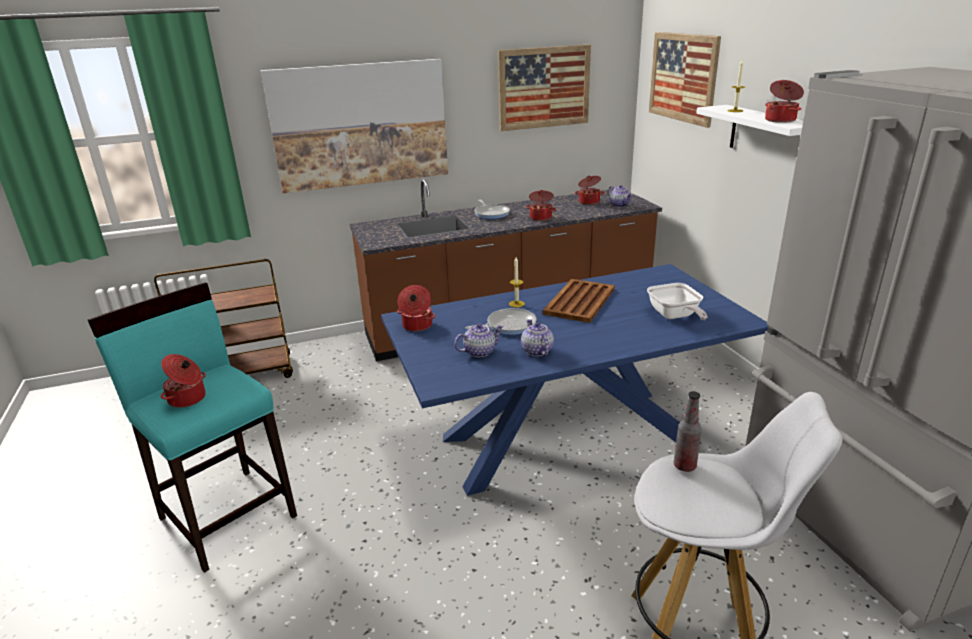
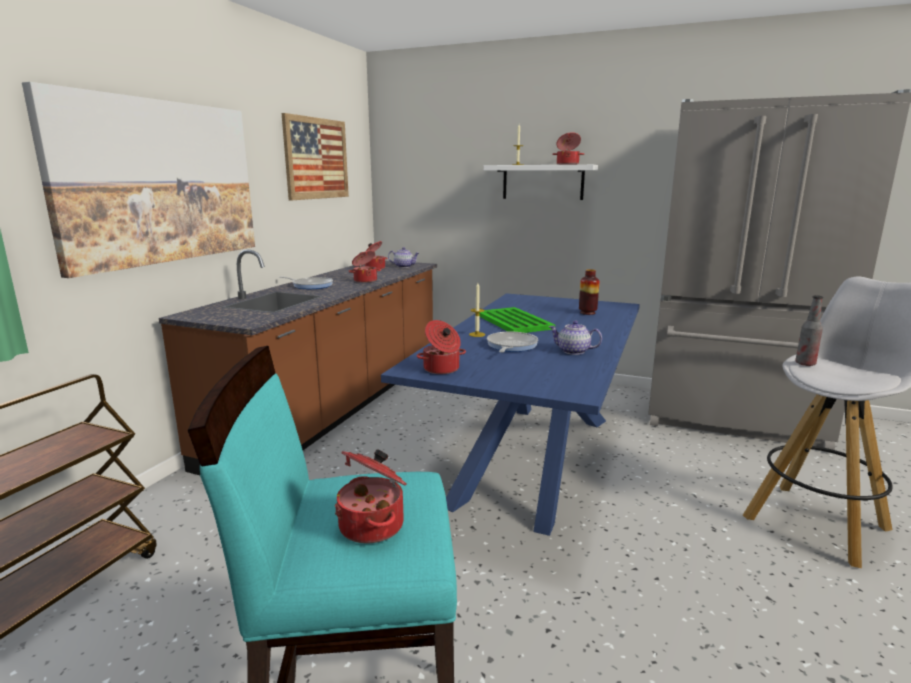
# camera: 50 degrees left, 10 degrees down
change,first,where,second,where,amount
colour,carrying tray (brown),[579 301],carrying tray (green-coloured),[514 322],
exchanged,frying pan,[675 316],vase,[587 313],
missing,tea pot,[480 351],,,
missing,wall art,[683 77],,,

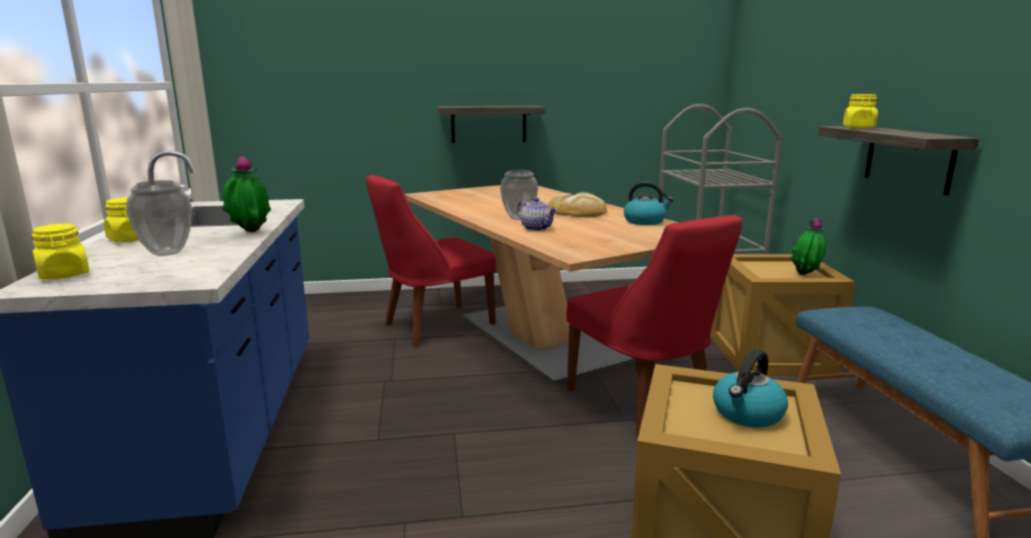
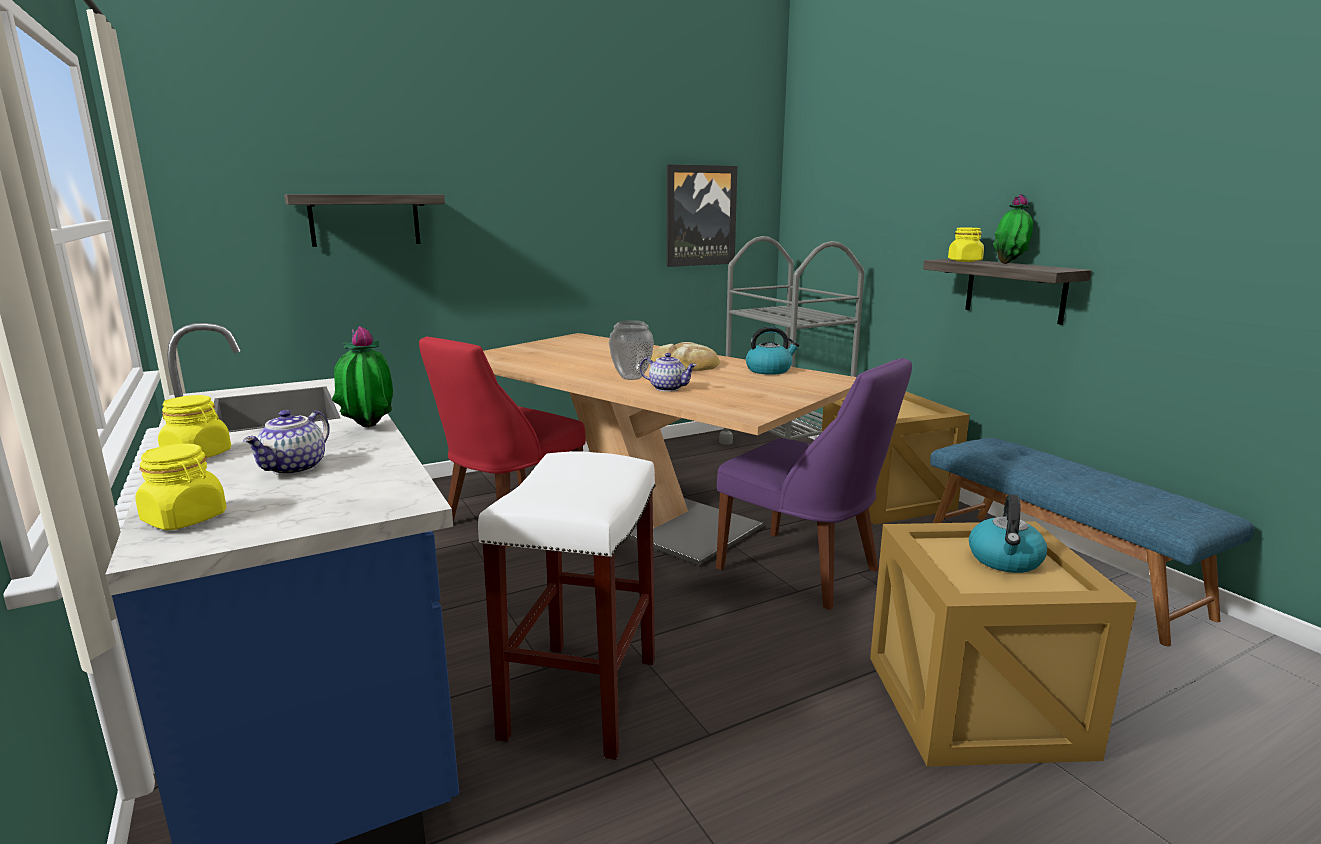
# camera: 20 degrees left, 0 degrees up
change,first,where,second,where,amount
exchanged,vase,[168 253],tea pot,[295 468],
relocated,bracket shelf,[488 124],,[365 220],
appeared,,,sitting stool (white),[581 695],
appeared,,,wall art,[700 216],
colour,upright chair (red-coloured),[643 404],upright chair (purplish),[804 571],
relocated,potted plant,[806 275],,[1009 263],

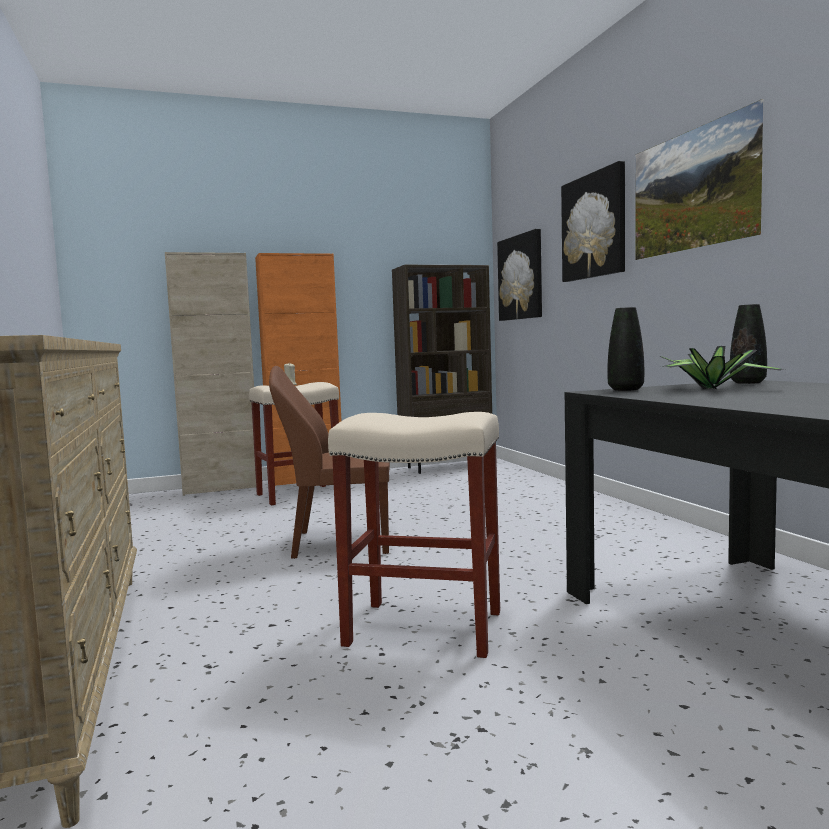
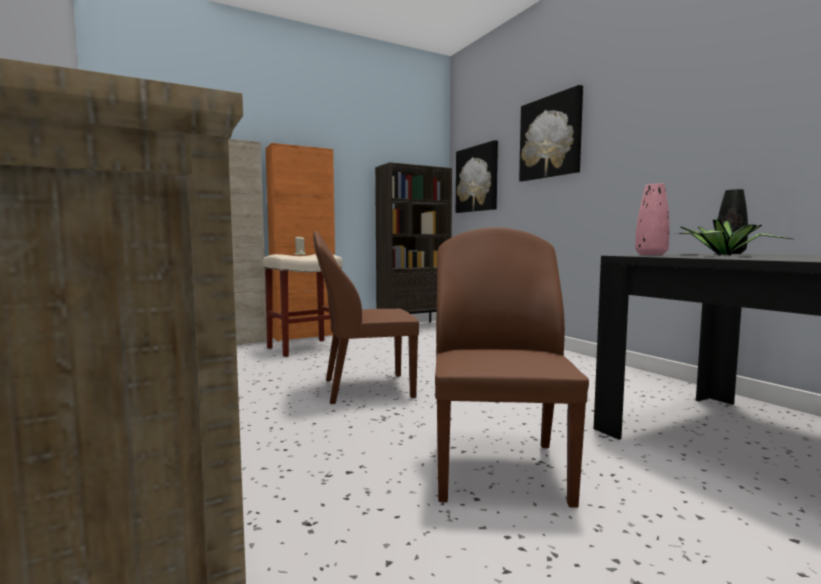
# camera: 10 degrees left, 0 degrees up
change,first,where,second,where,amount
exchanged,sitting stool (beige-coloured),[427 628],upright chair (brown),[499 468],
colour,vase (black-coloured),[625 389],vase (pinkish),[651 255],
missing,wall art,[690 219],,,

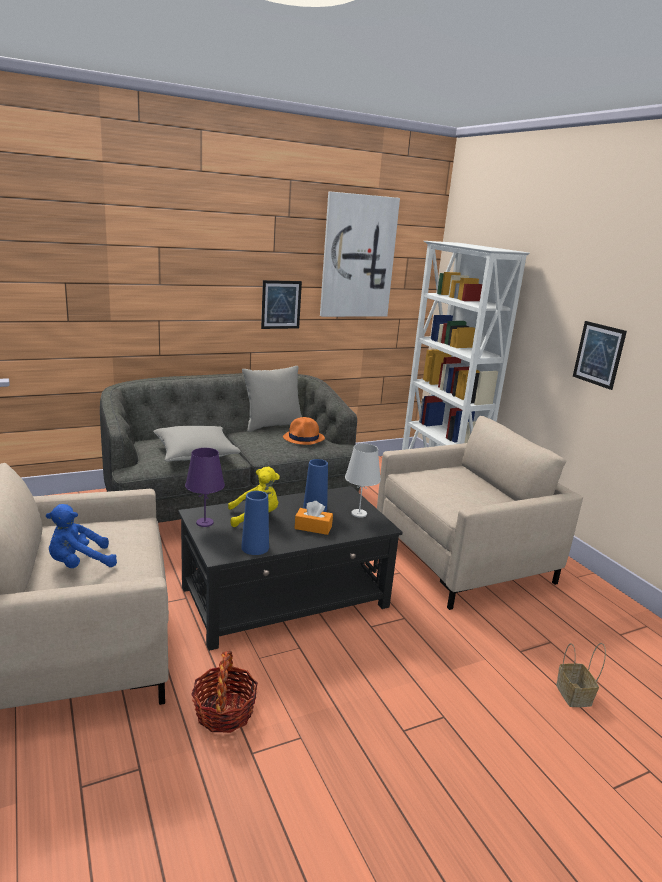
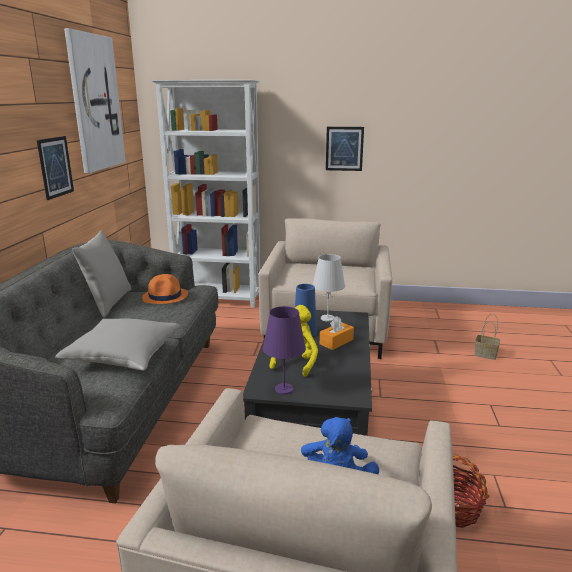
# camera: 55 degrees left, 0 degrees up
change,first,where,second,where,amount
missing,vase (blue),[255 547],,,

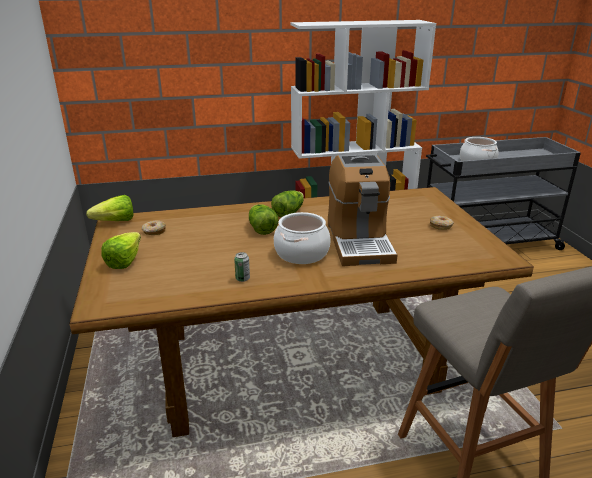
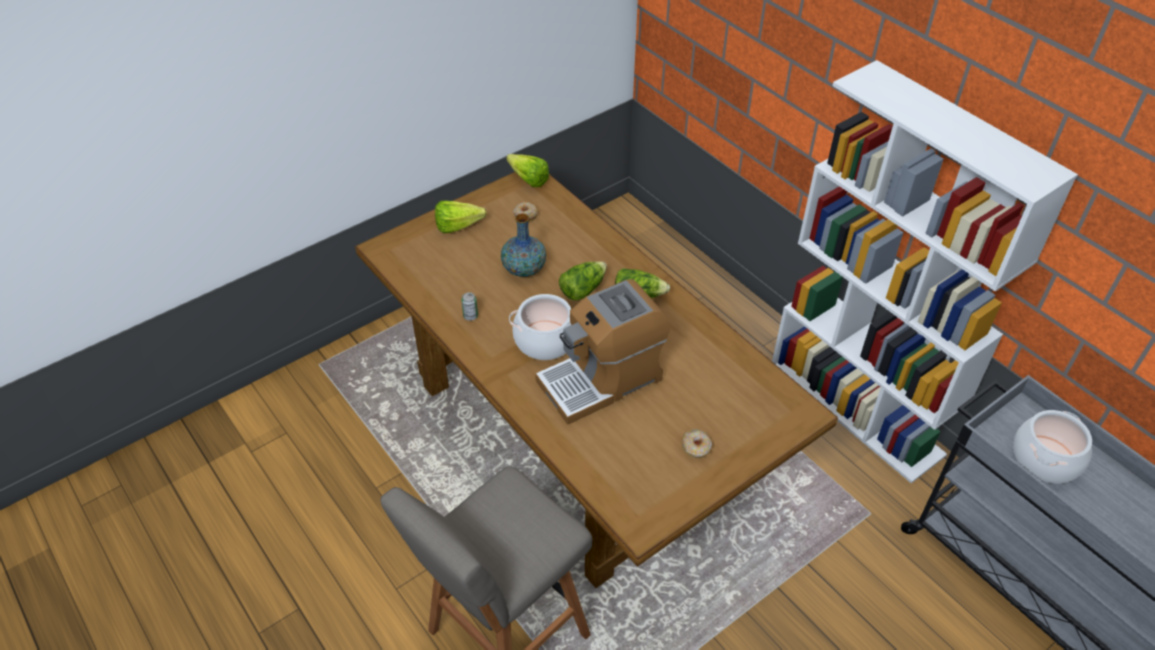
# camera: 65 degrees right, 20 degrees up
change,first,where,second,where,amount
appeared,,,vase,[524 269],

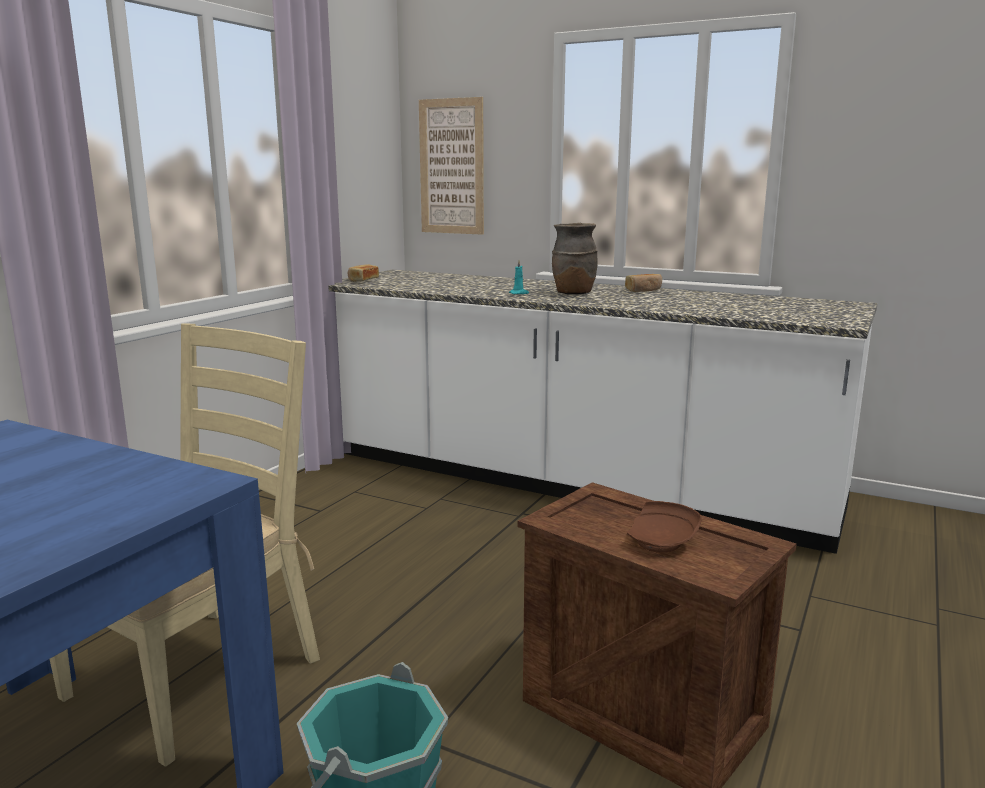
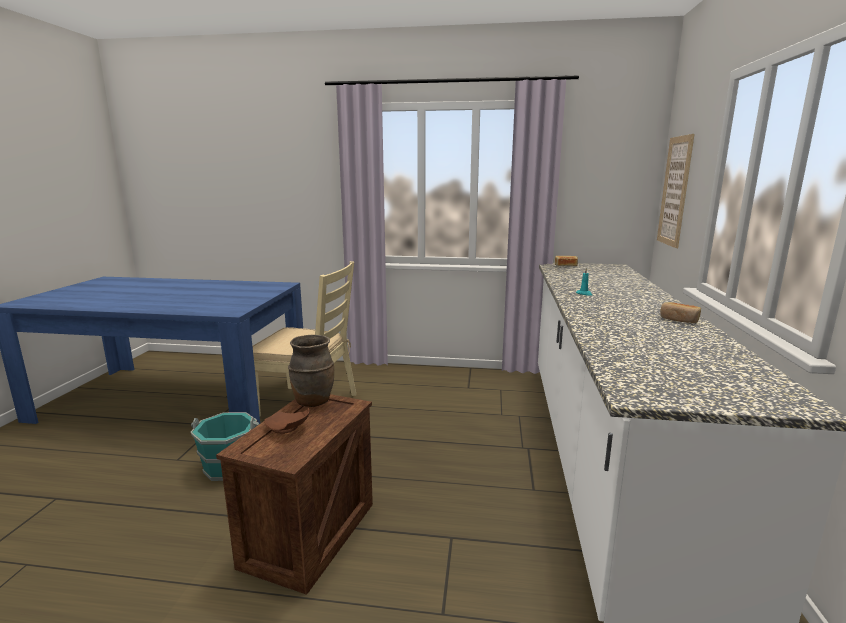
# camera: 70 degrees right, 0 degrees up
change,first,where,second,where,amount
relocated,vase (brown),[573 293],,[313 401],

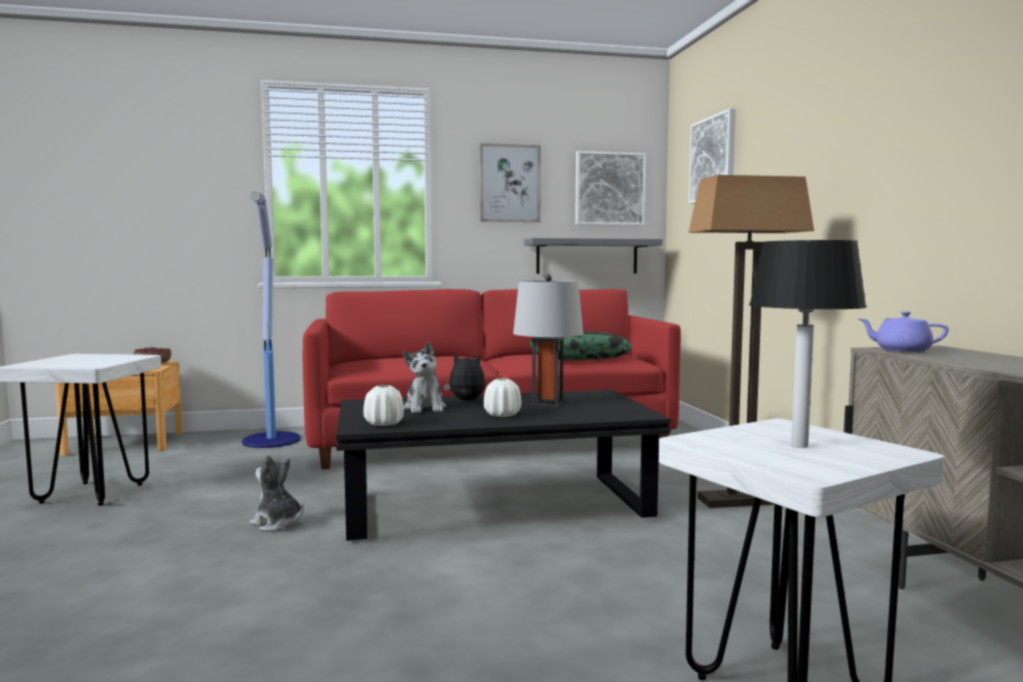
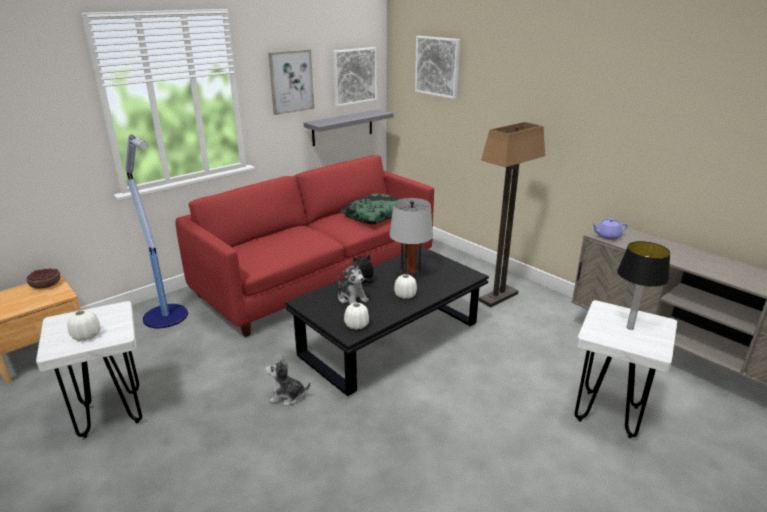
# camera: 30 degrees left, 20 degrees up
change,first,where,second,where,amount
appeared,,,vase (white),[86 336],

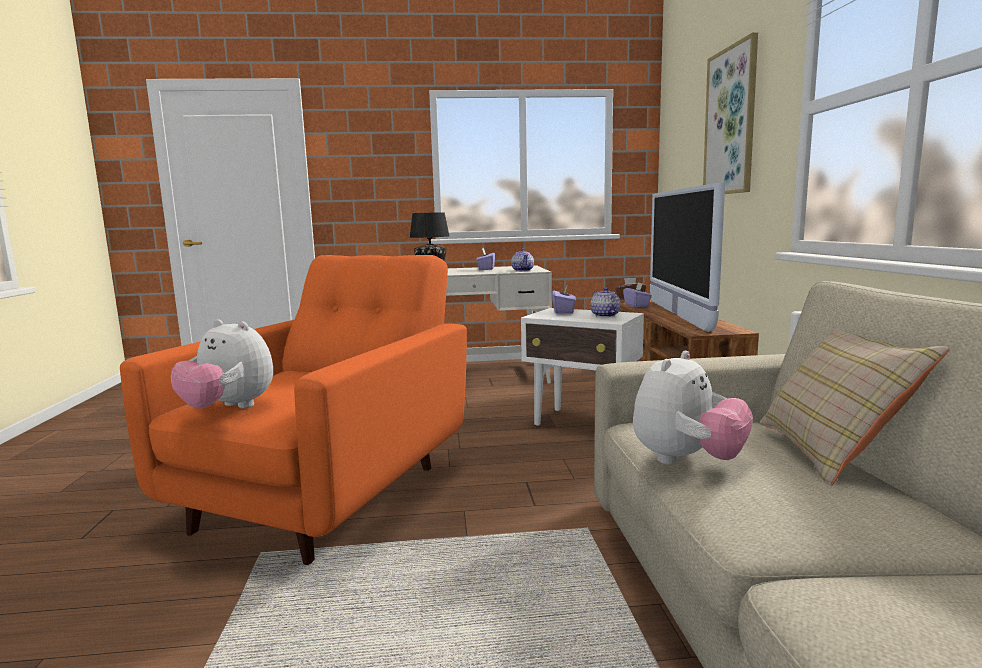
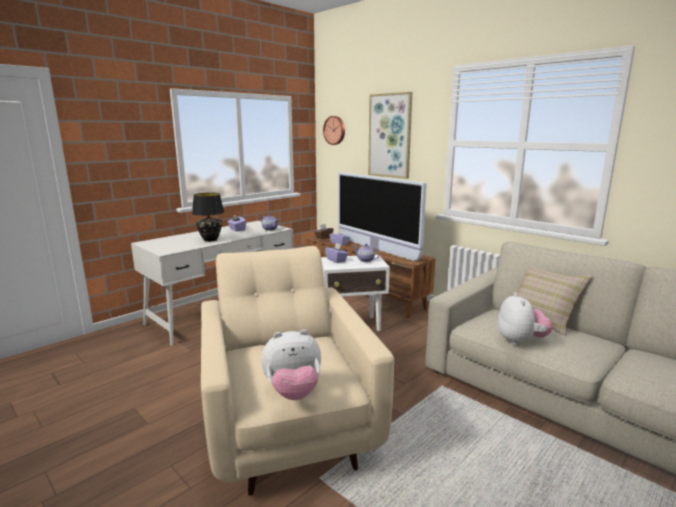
# camera: 40 degrees left, 5 degrees up
change,first,where,second,where,amount
colour,lounge chair (orange-coloured),[331 490],lounge chair (beige-coloured),[287 422],
appeared,,,clock on the wall,[335 130],

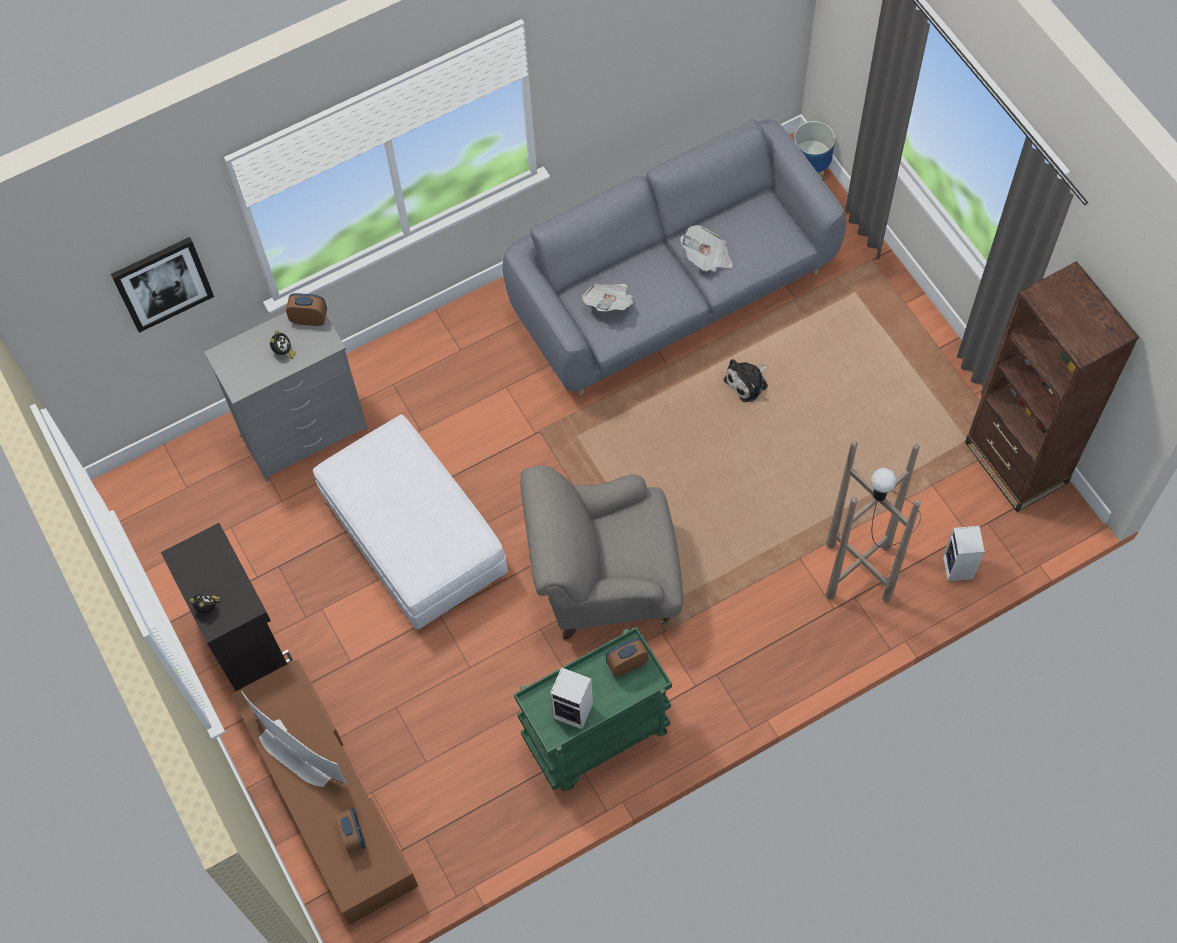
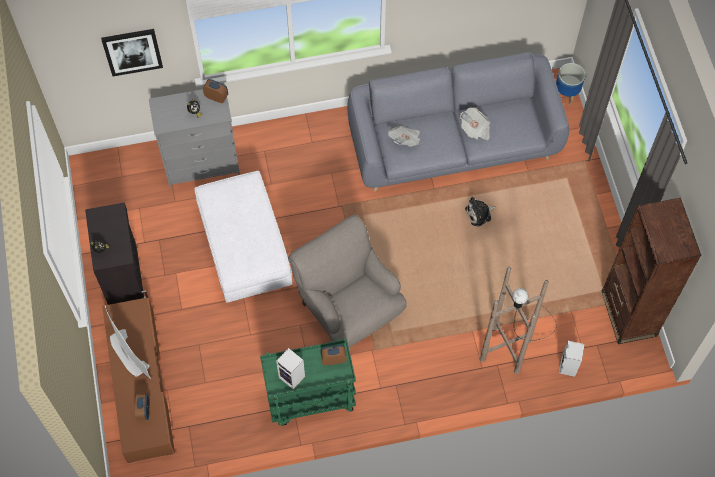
# camera: 15 degrees right, 0 degrees up
change,first,where,second,where,amount
spun,lounge chair (gray),[604 581],,[348 308],45 degrees clockwise

